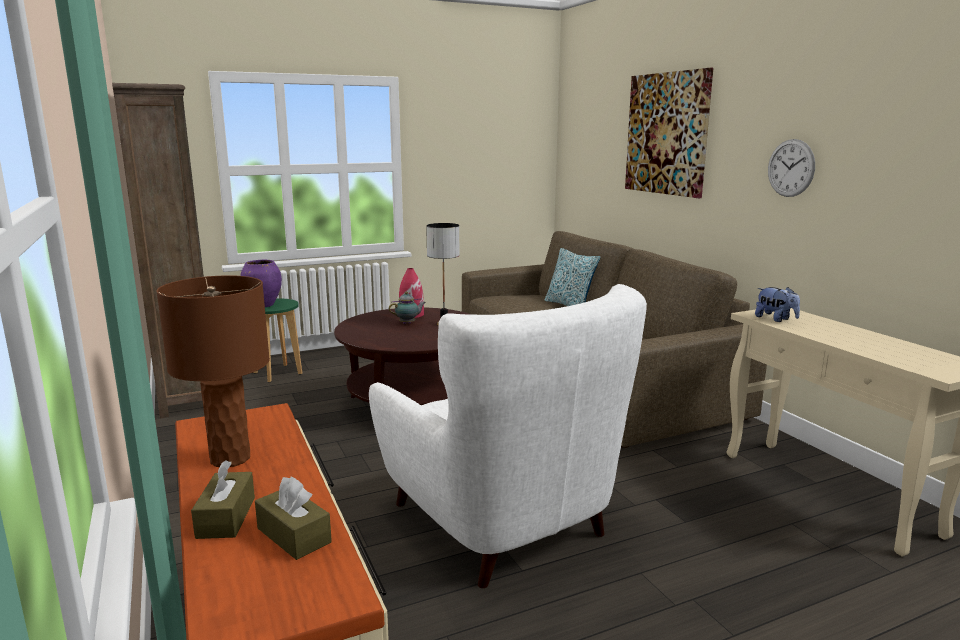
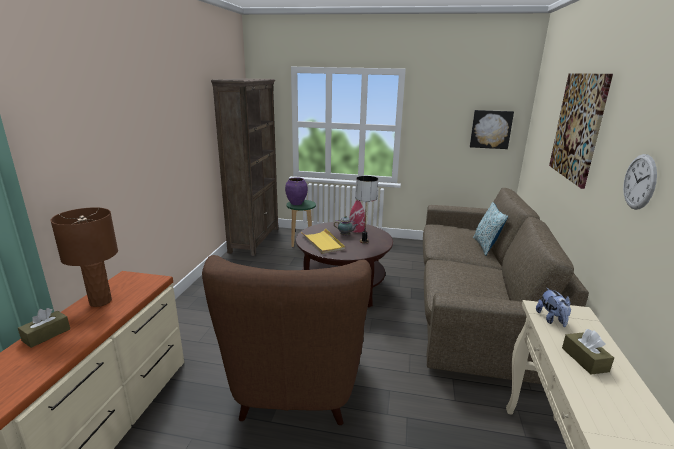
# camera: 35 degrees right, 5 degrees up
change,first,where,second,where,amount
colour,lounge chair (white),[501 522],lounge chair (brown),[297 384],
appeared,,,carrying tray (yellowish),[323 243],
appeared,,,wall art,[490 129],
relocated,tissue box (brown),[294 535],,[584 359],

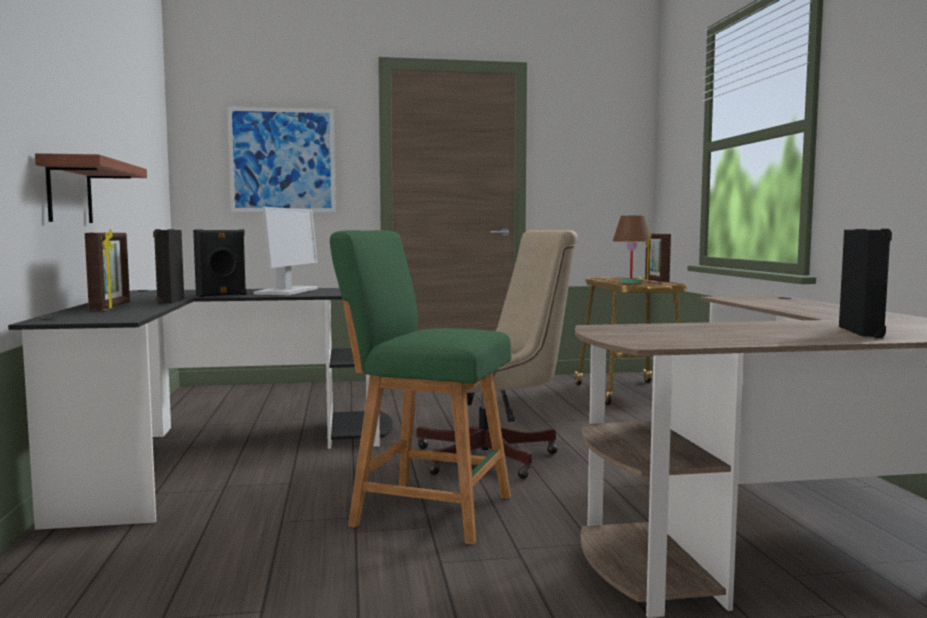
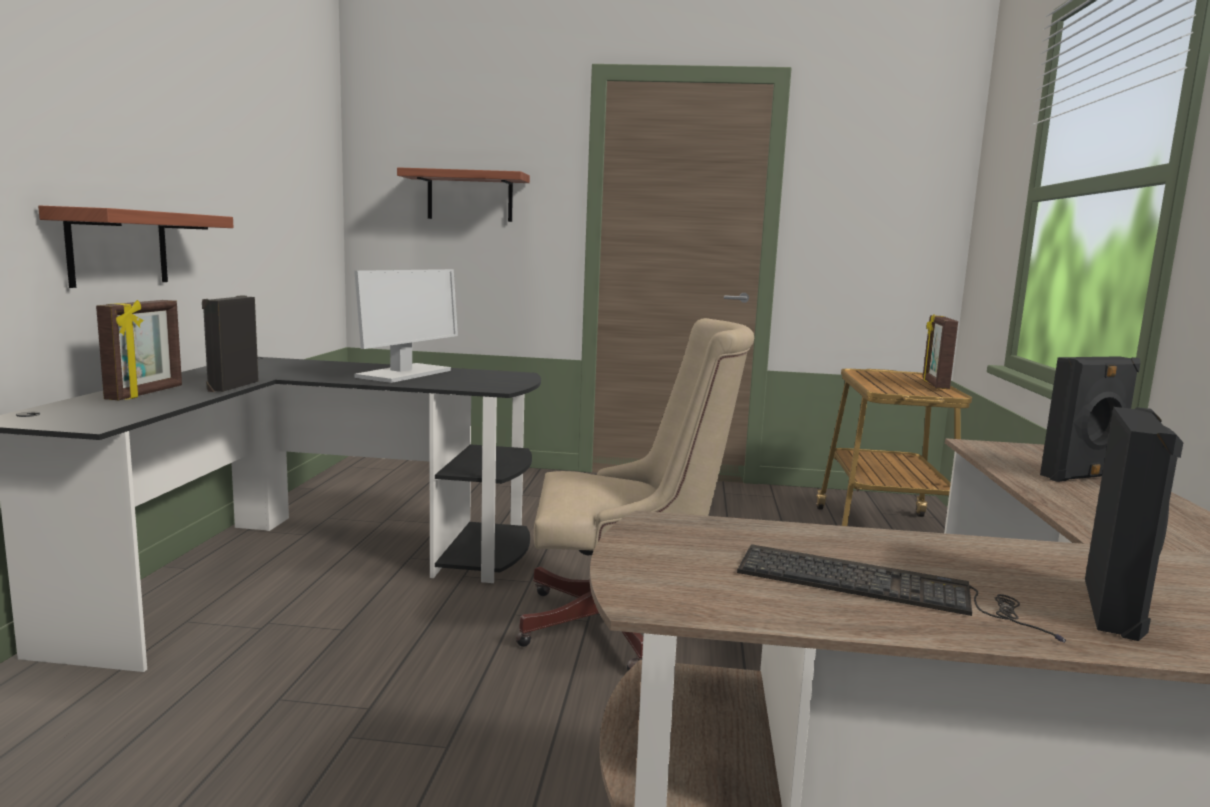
# camera: 15 degrees right, 5 degrees up
change,first,where,second,where,amount
exchanged,wall art,[282 160],bracket shelf,[470 196],
appeared,,,computer keyboard,[881 588],
relocated,loudspeaker (black-coloured),[221 295],,[1083 477],
missing,sitting stool (green-coloured),[425 509],,,
missing,lamp for a table (brown),[631 282],,,

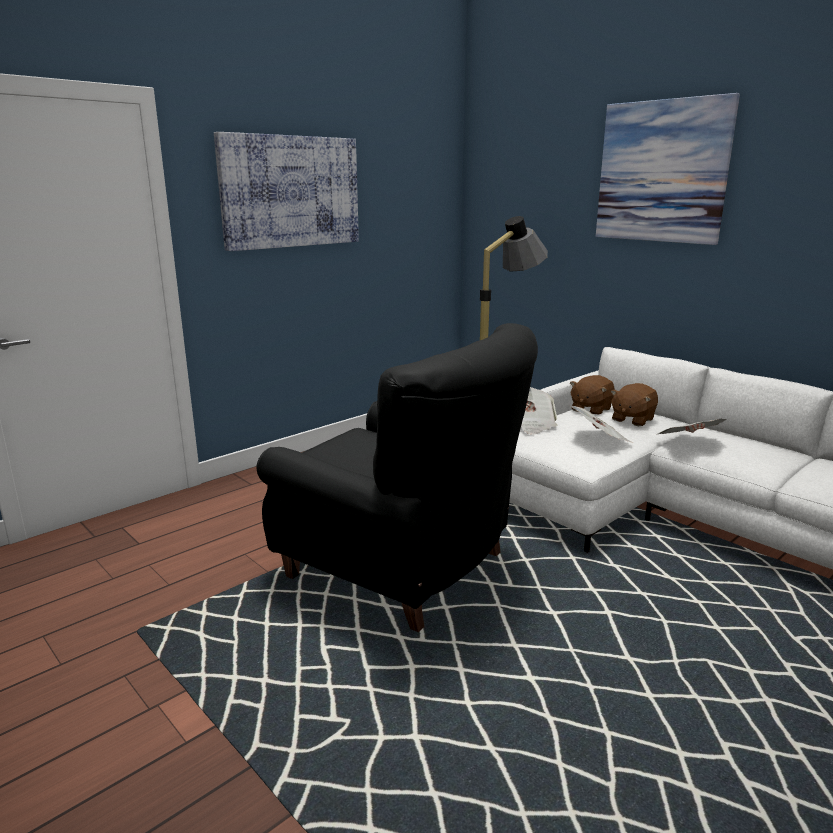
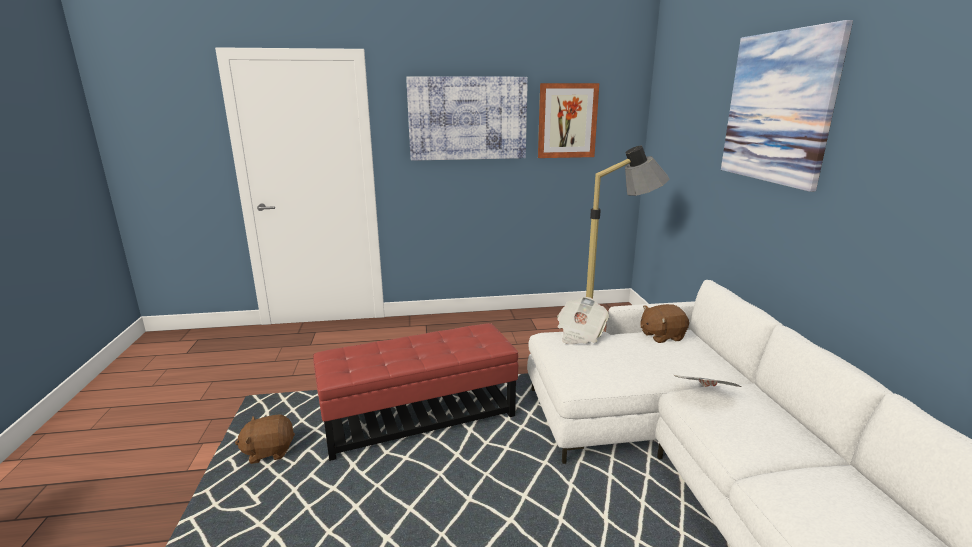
# camera: 35 degrees right, 0 degrees up
change,first,where,second,where,amount
relocated,soft toy (brown),[632 419],,[269 451],
exchanged,lounge chair (black-coloured),[404 568],footrest (red-coloured),[419 418],
appeared,,,wall art,[567 121],
missing,printed paper,[599 439],,,

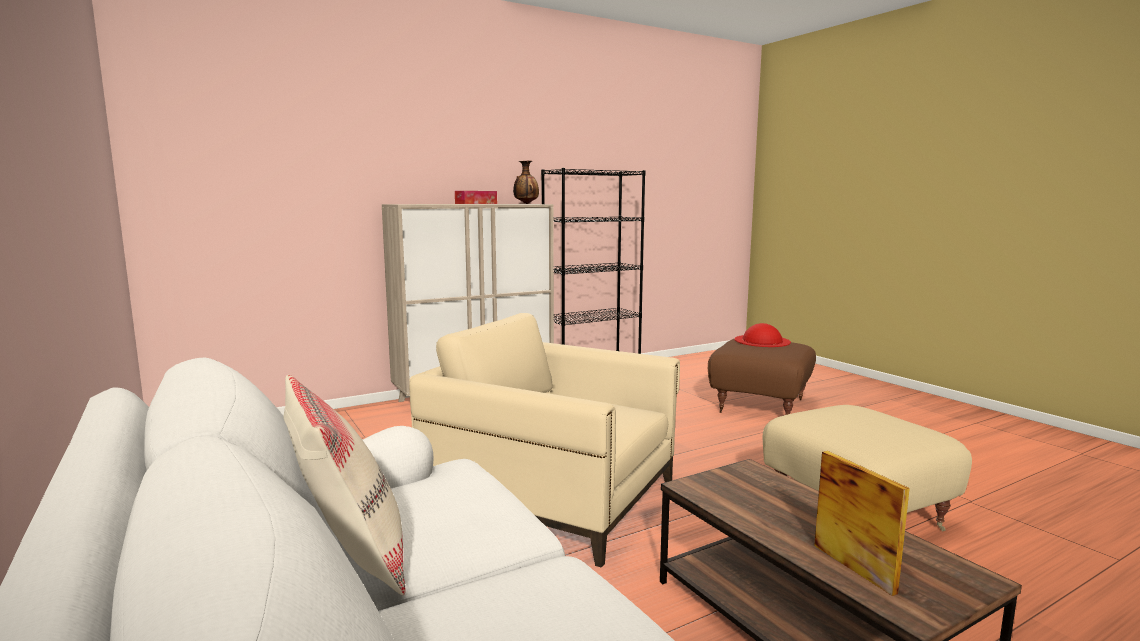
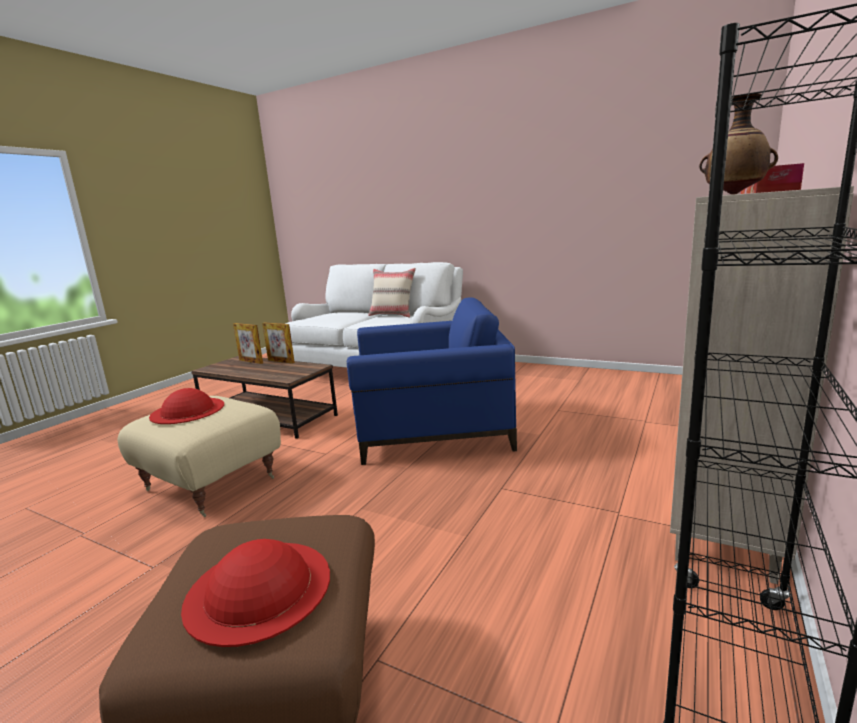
# camera: 150 degrees right, 5 degrees up
change,first,where,second,where,amount
appeared,,,hat (red-coloured),[187 410],
appeared,,,photo frame,[281 361],
colour,lounge chair (beige-coloured),[552 497],lounge chair (blue),[433 429],

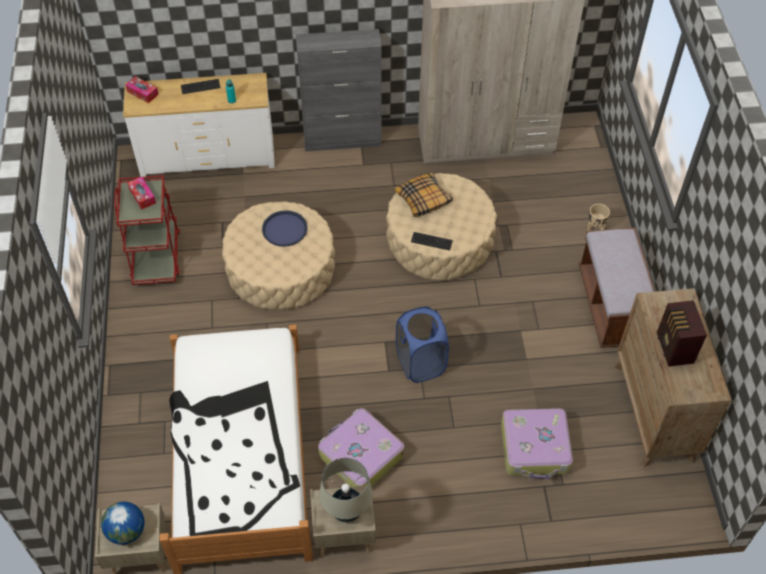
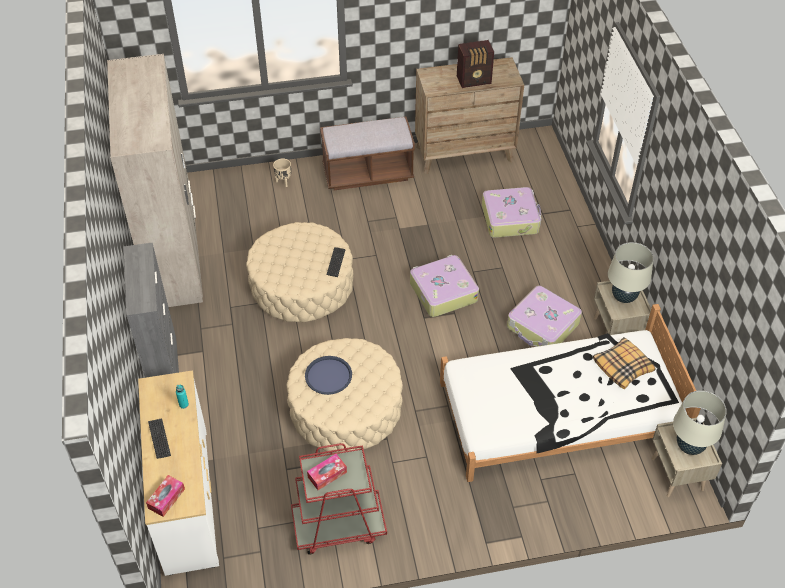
# camera: 95 degrees left, 5 degrees down
change,first,where,second,where,amount
exchanged,hamper (blue),[420 363],travel case,[442 292],
relocated,pillow,[423 199],,[623 367],
exchanged,world globe,[126 531],lamp for a table (beige-coloured),[689 446],

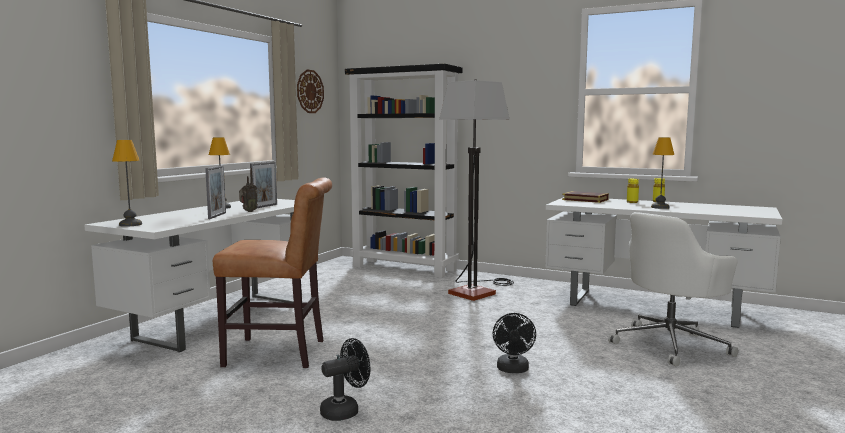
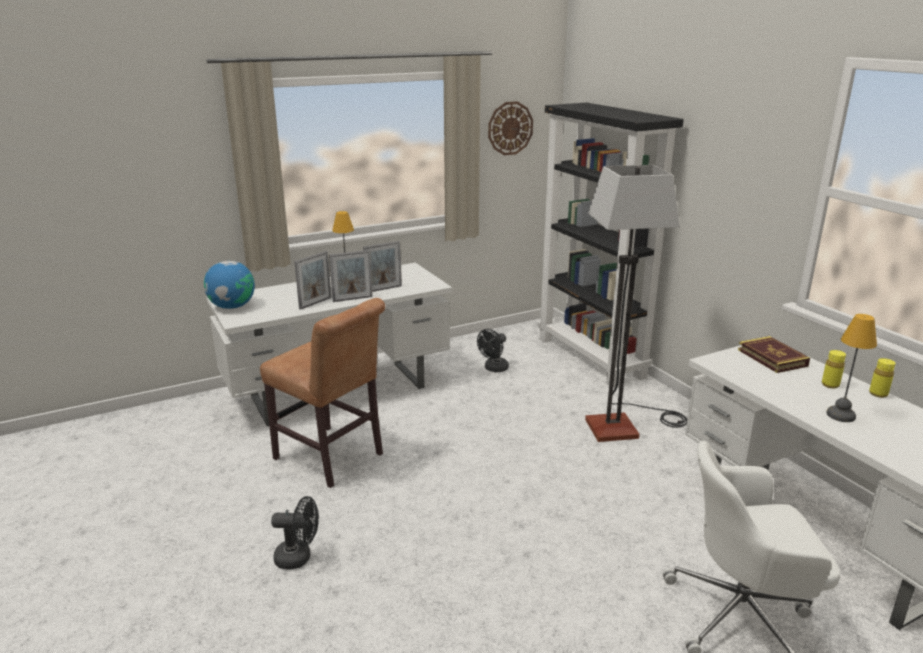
# camera: 35 degrees right, 15 degrees up
change,first,where,second,where,amount
exchanged,lamp for a table,[131 224],world globe,[232 306],
exchanged,radio,[248 211],photo frame,[352 299],
relocated,fan (black-coloured),[513 370],,[494 369],

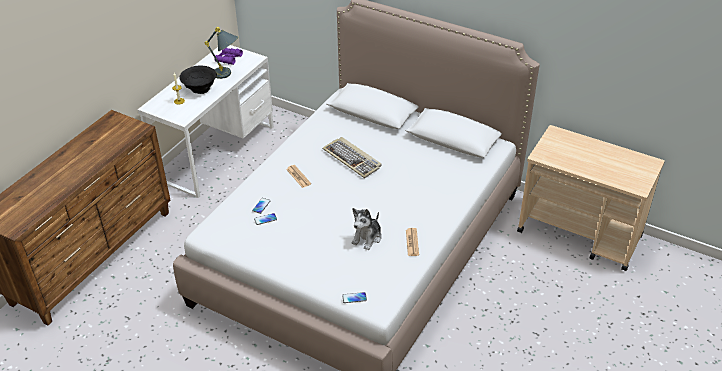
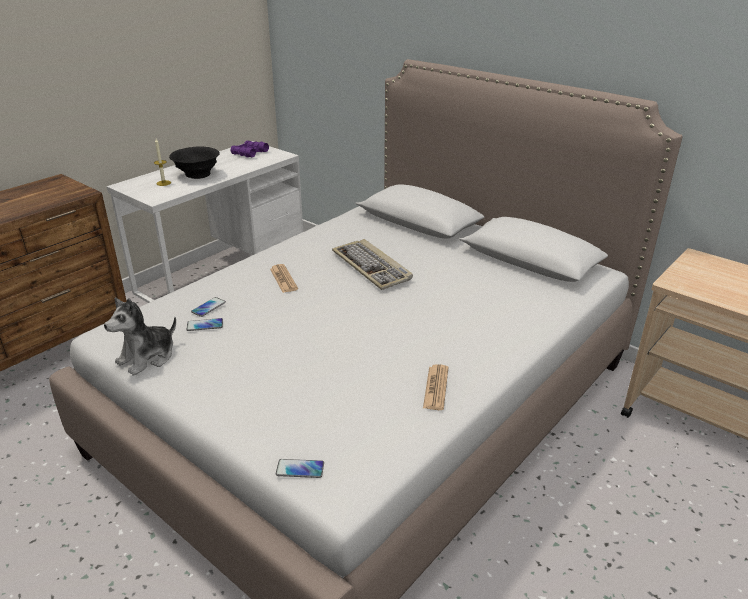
# camera: 10 degrees right, 10 degrees down
change,first,where,second,where,amount
relocated,soft toy,[367 238],,[147 357],
missing,lamp for a table (gray),[227 75],,,

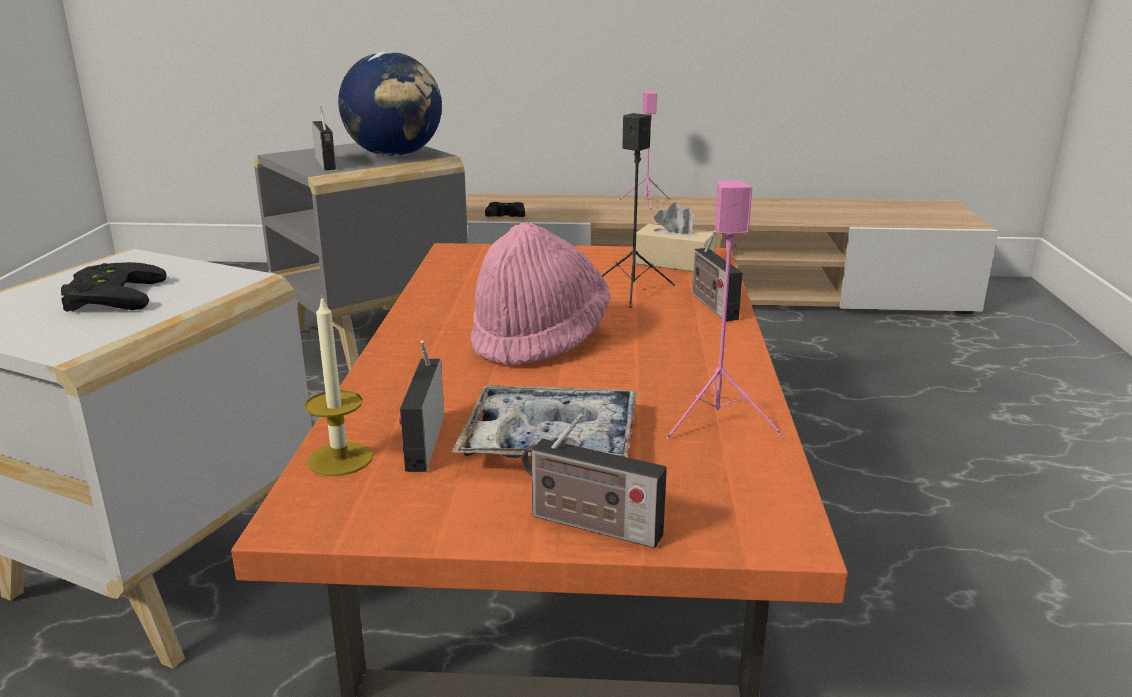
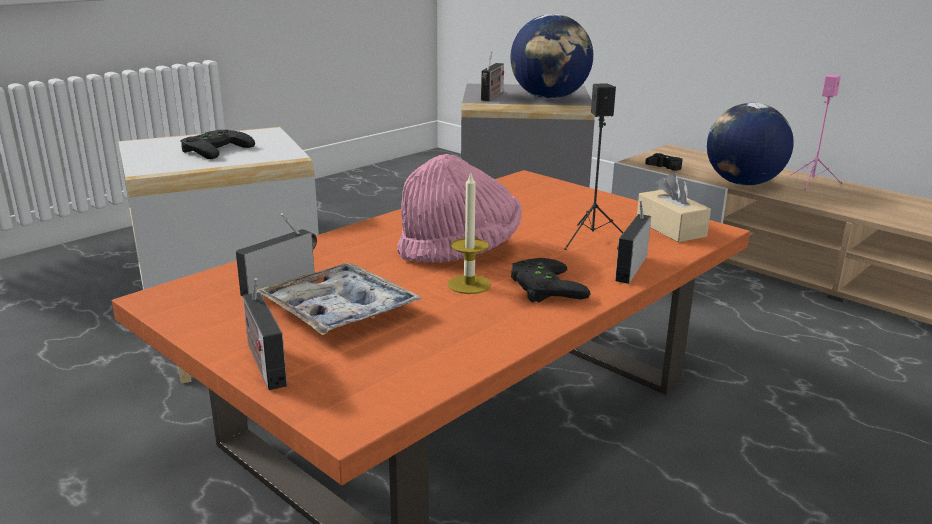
# camera: 40 degrees right, 0 degrees up
change,first,where,second,where,amount
relocated,wax light,[340 459],,[469 284],
appeared,,,gamepad (black-coloured),[541 287],
appeared,,,world globe,[742 183],
missing,loudspeaker (pinkish),[718 421],,,

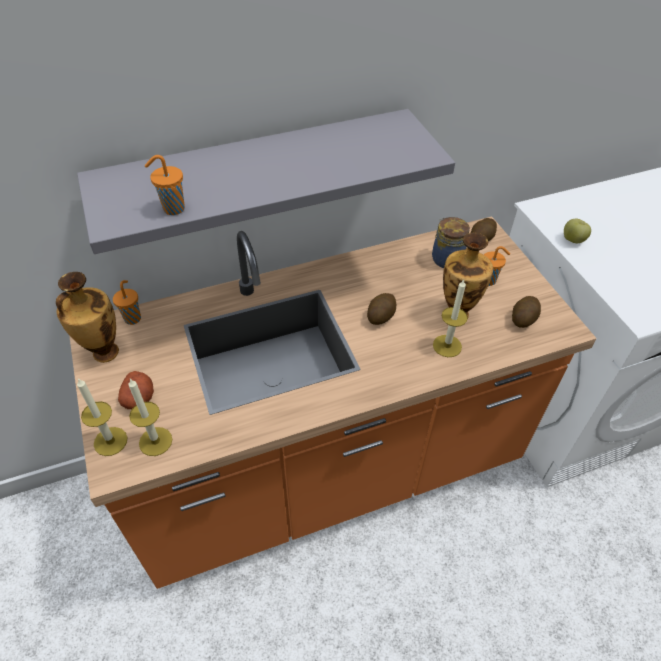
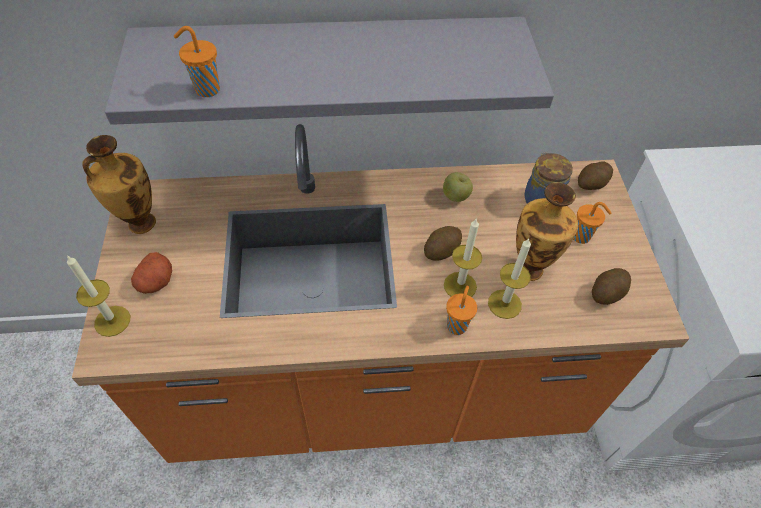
# camera: 15 degrees right, 5 degrees up
change,first,where,second,where,amount
relocated,apple fruit,[573 240],,[455 196],
relocated,wax light,[155 441],,[460 286],
relocated,small cup (orange-coloured),[133 318],,[457 325],

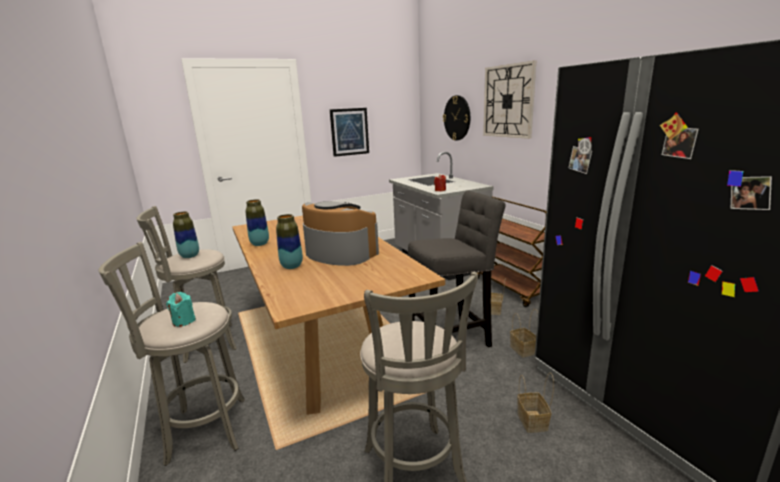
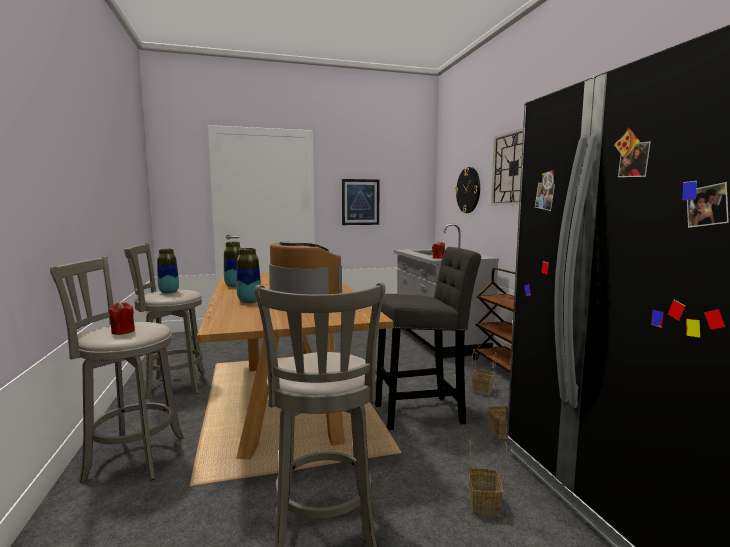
# camera: 10 degrees right, 10 degrees down
change,first,where,second,where,amount
colour,wax light (blue-green),[184 321],wax light (red-coloured),[123 331],

